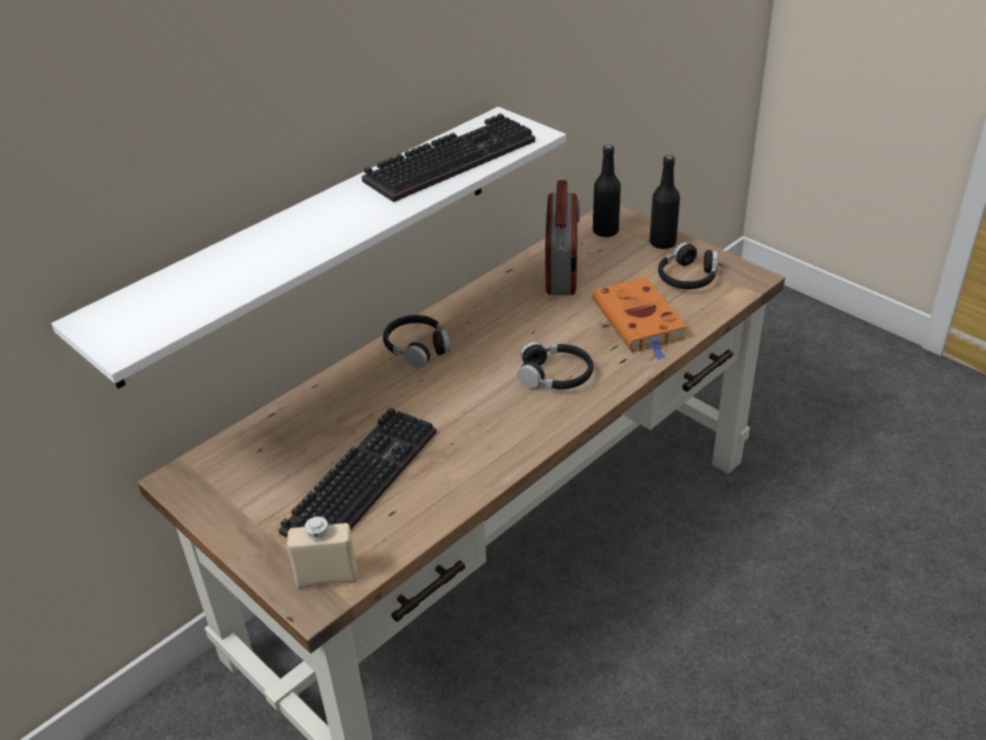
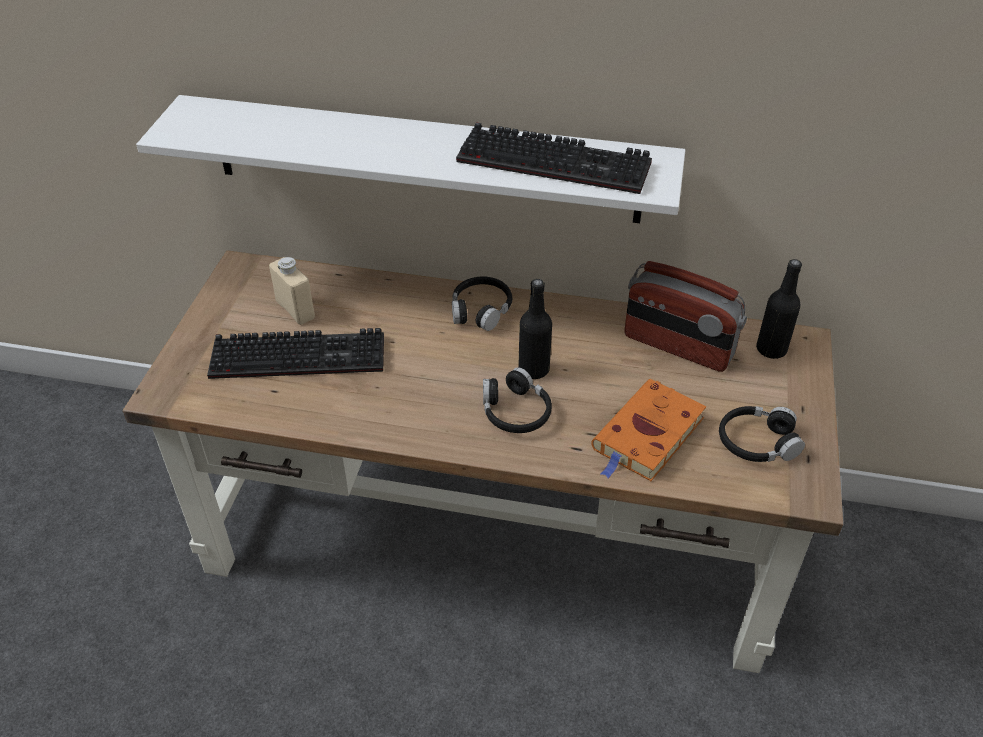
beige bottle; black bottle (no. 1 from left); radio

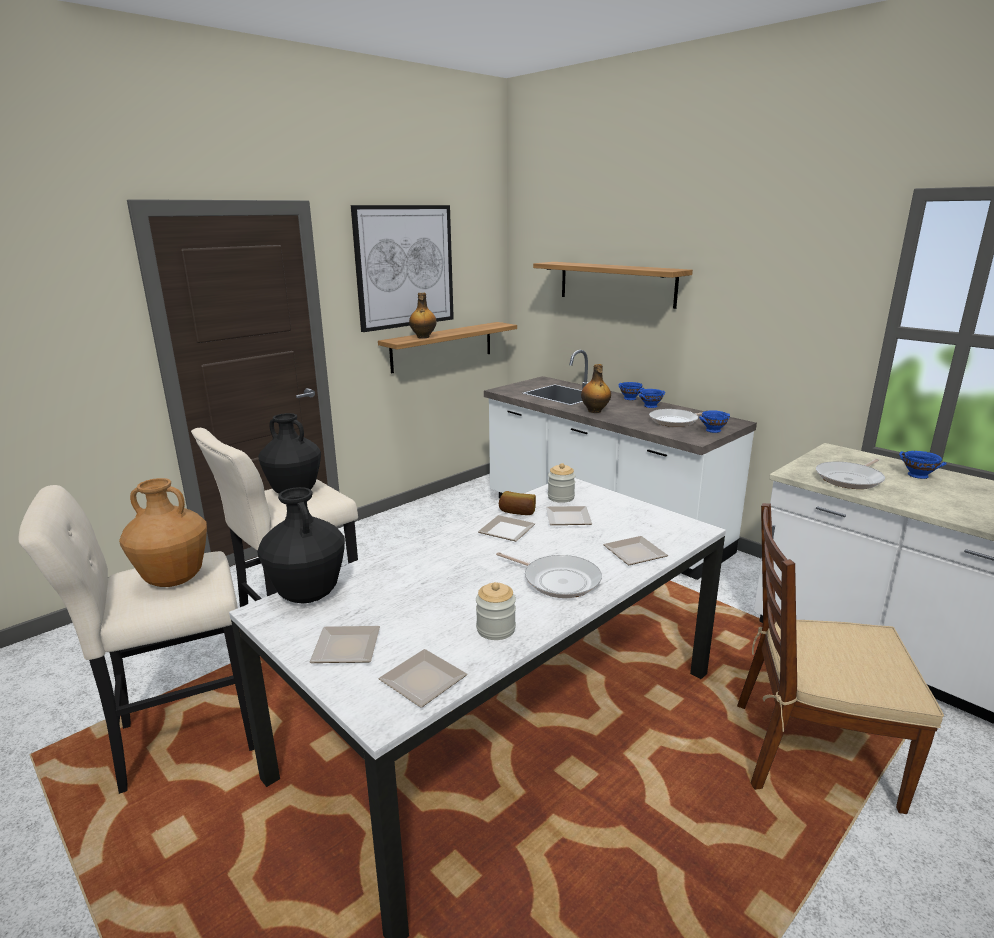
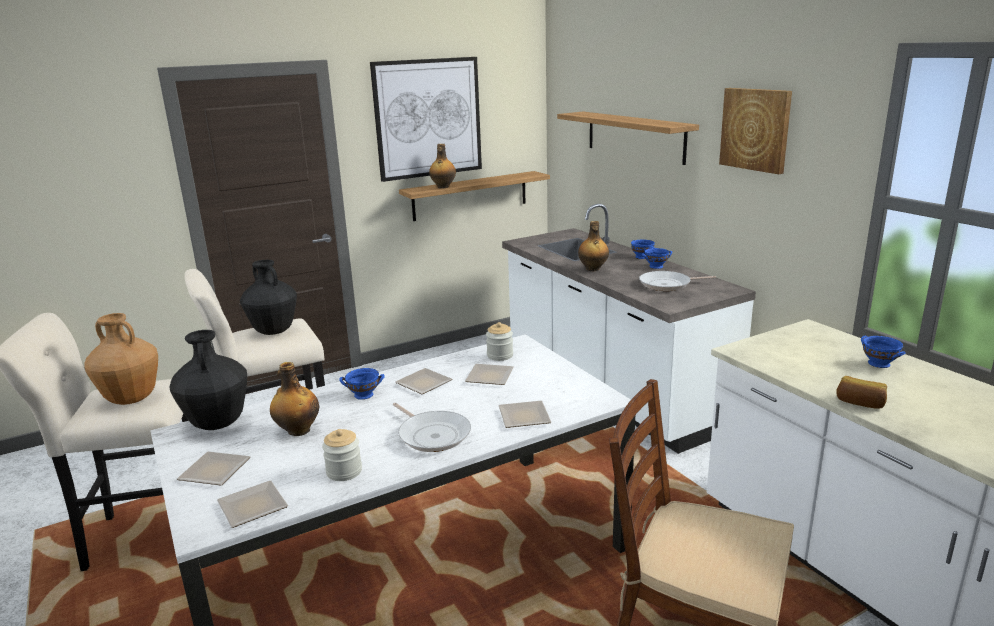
frying pan (no. 3 from left in the first image); bottle (no. 1 from left); wall picture (no. 2 from left); bread; blue serving bowl (no. 1 from left)

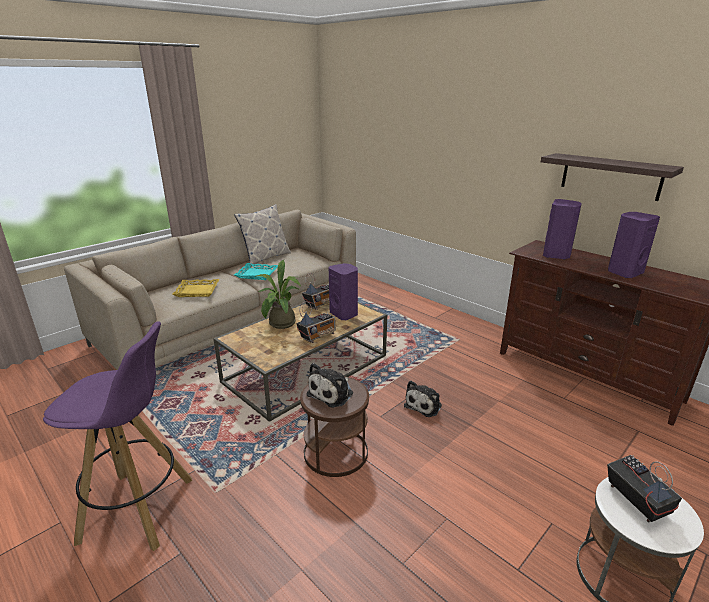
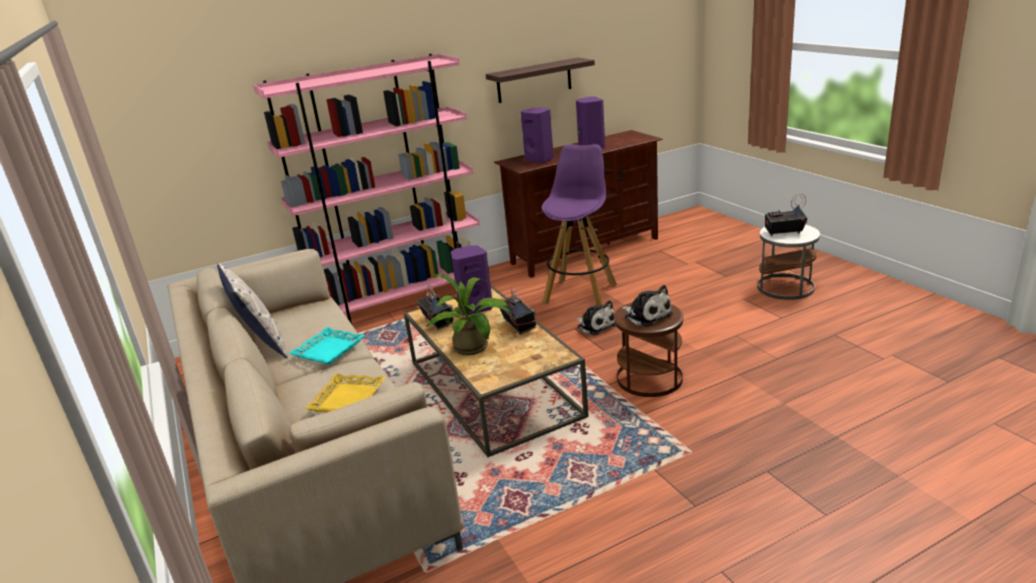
pinkish bookcase; purple stool

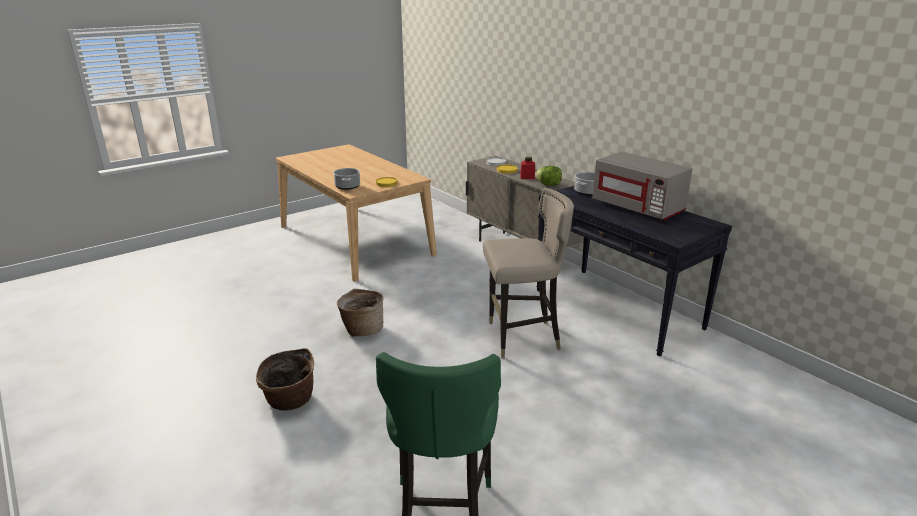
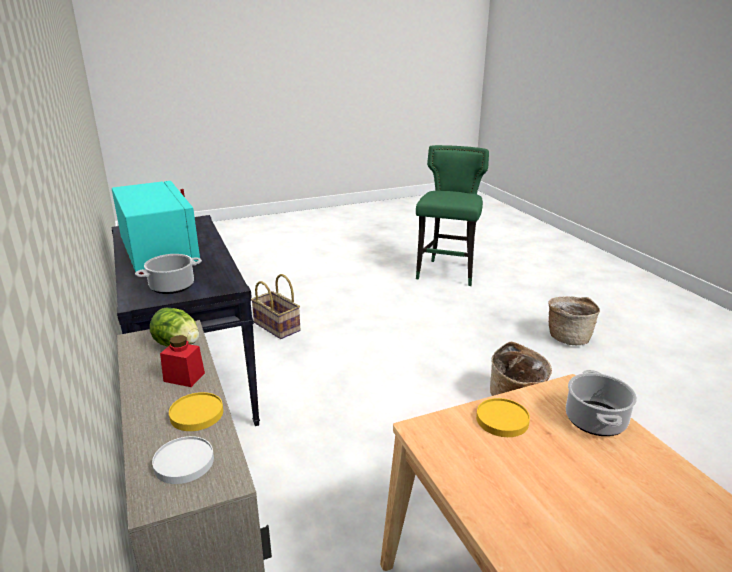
beige stool; household basket (no. 1 from left); turquoise-coloured kitchen microwave

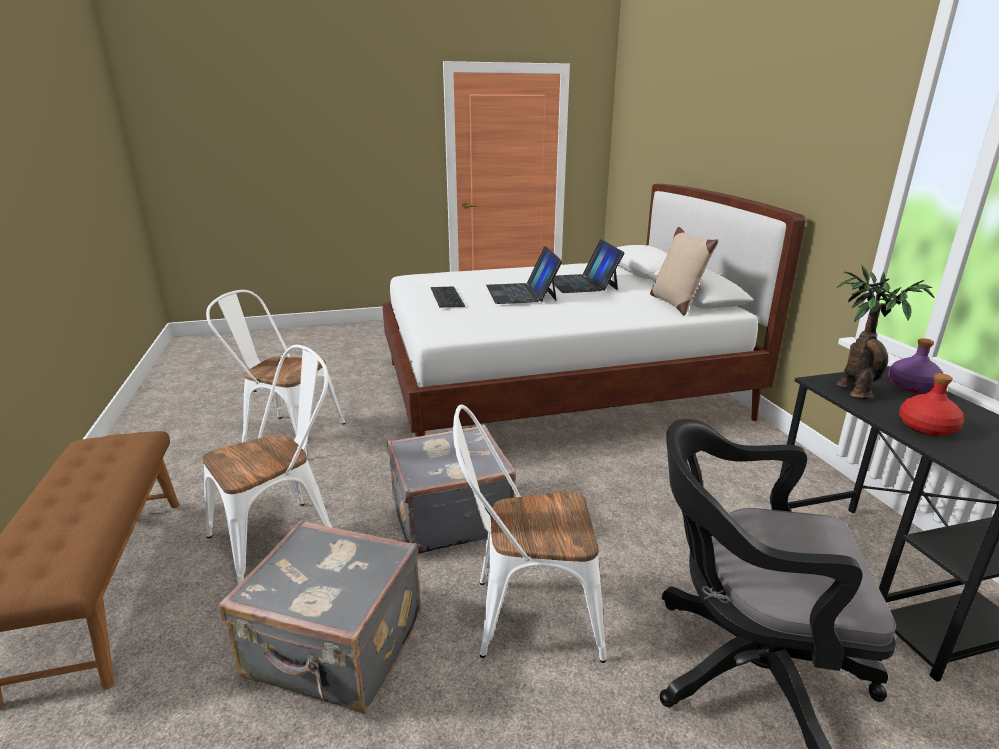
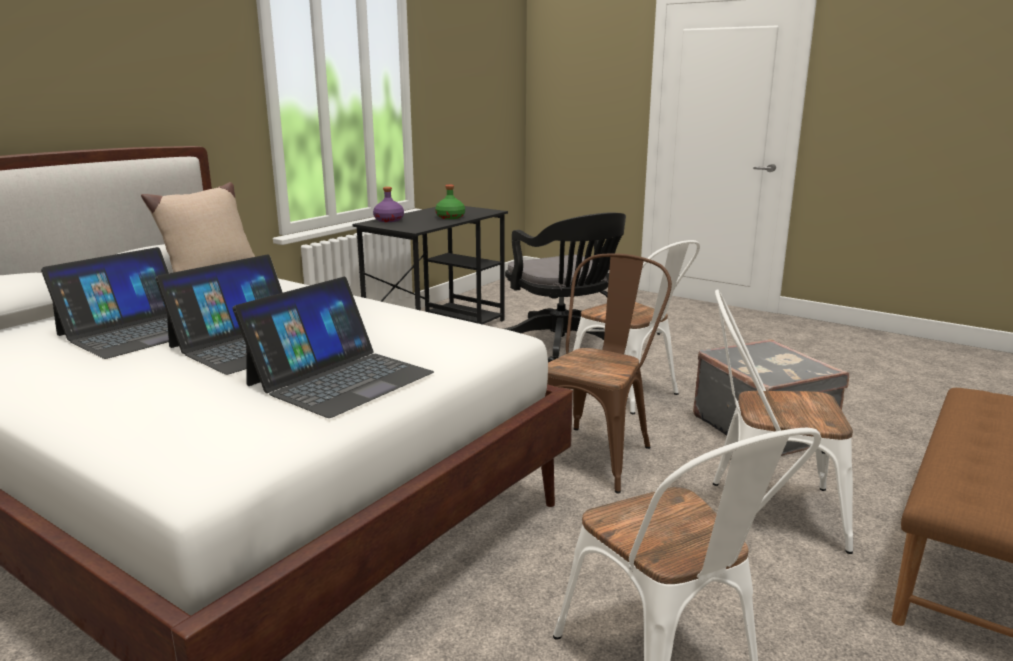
potted plant; brownish plain chair; portable computer (no. 3 from left); greenish bottle

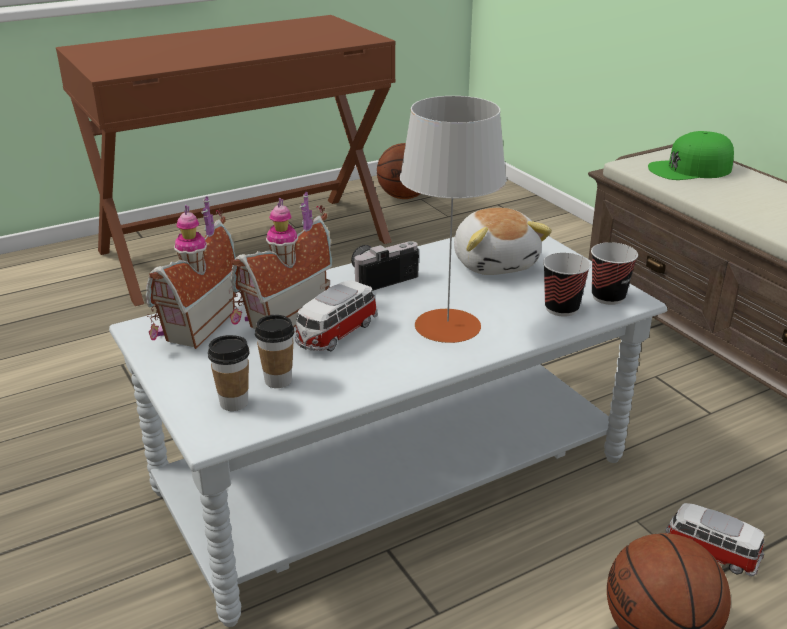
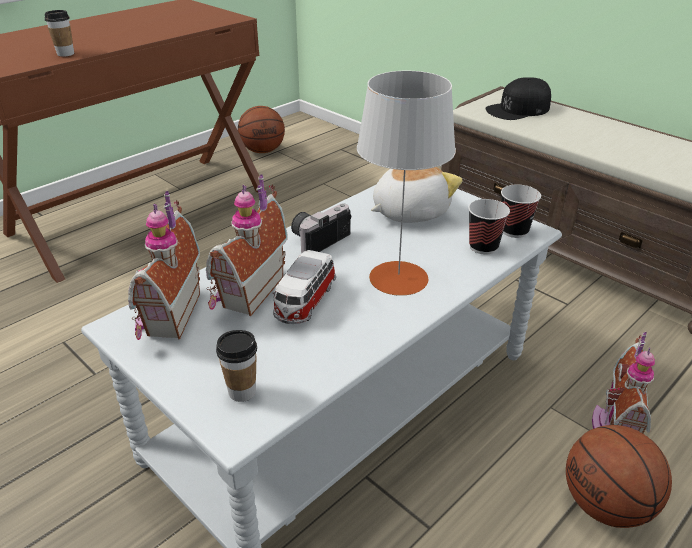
small cup (no. 1 from left); miniature house (no. 3 from left); black baseball cap; soft toy

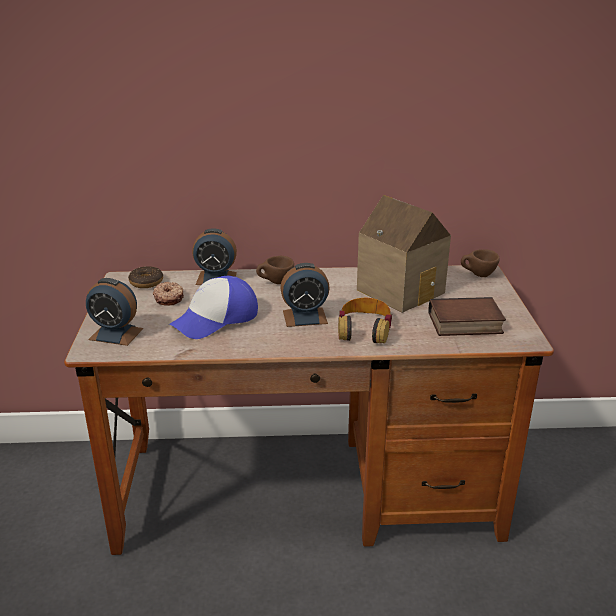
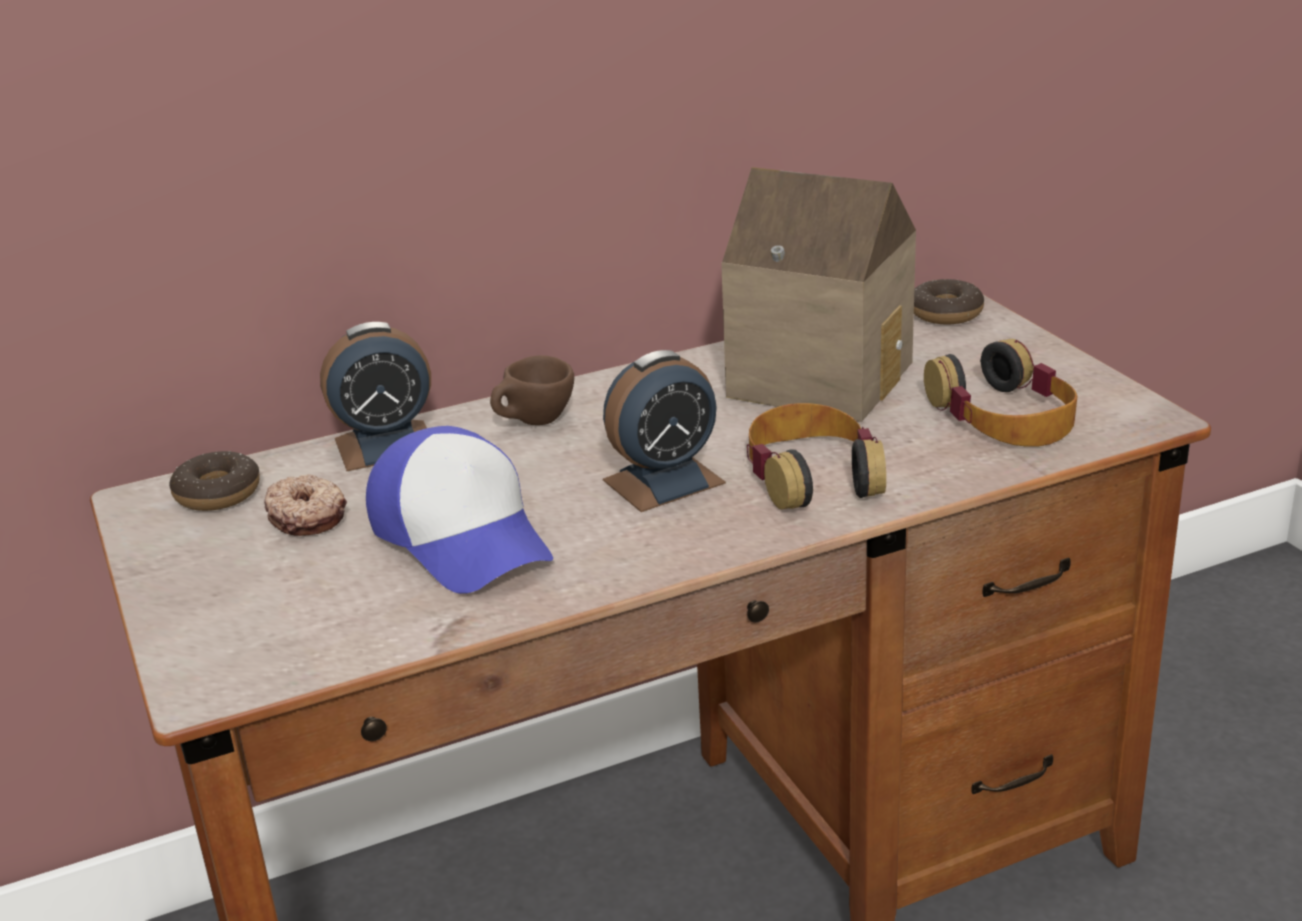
alarm clock (no. 1 from left in the first image); headset (no. 2 from left); doughnut (no. 3 from left); baseball cap

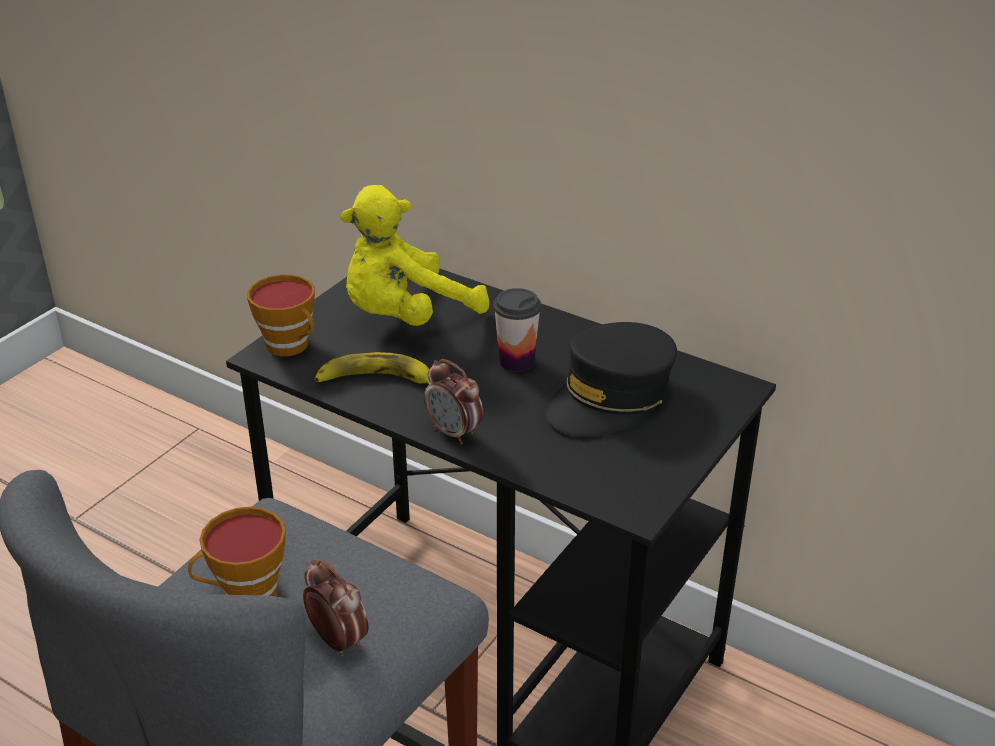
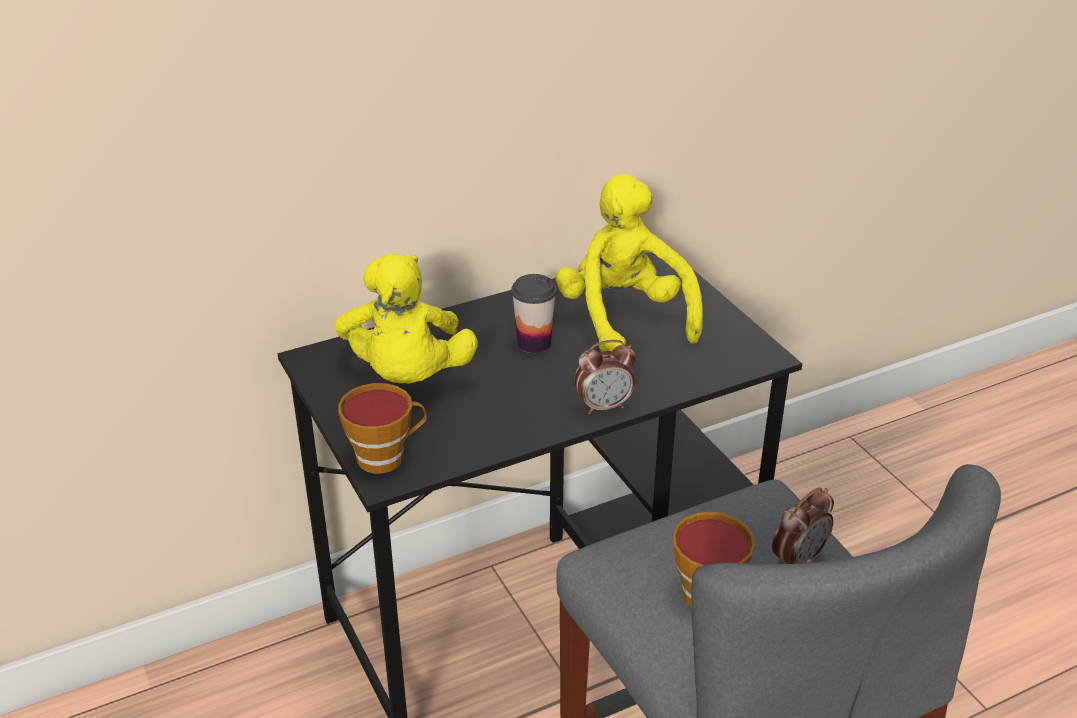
whole banana; yellow soft toy (no. 2 from left); alarm clock (no. 2 from left)

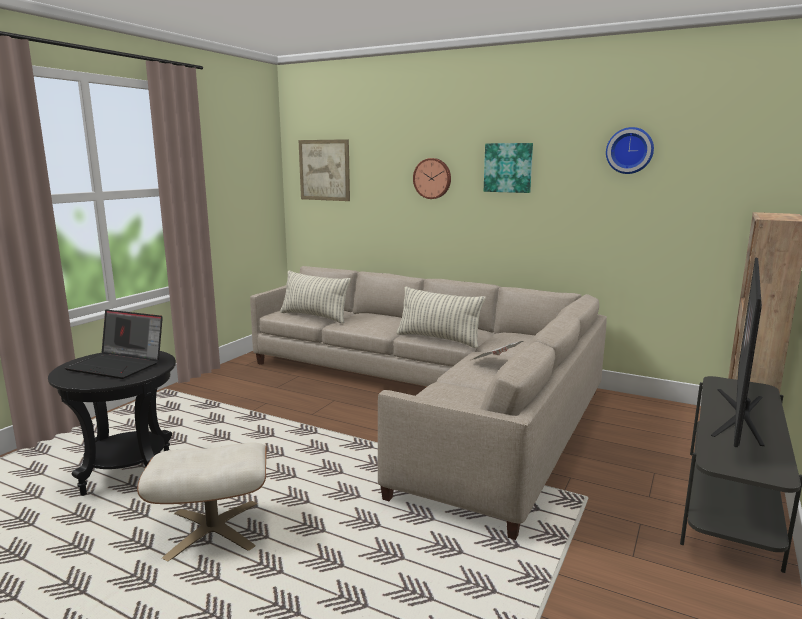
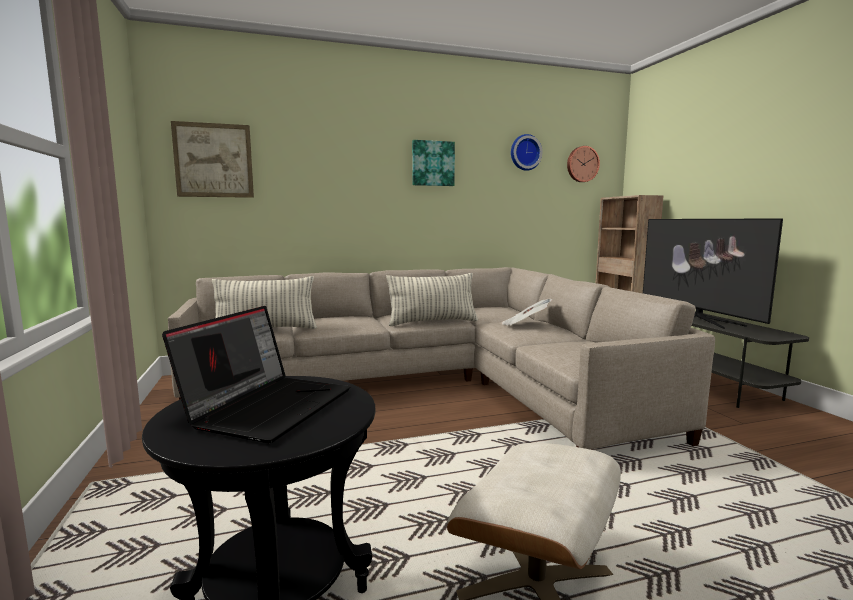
wall clock (no. 2 from left); portable computer

